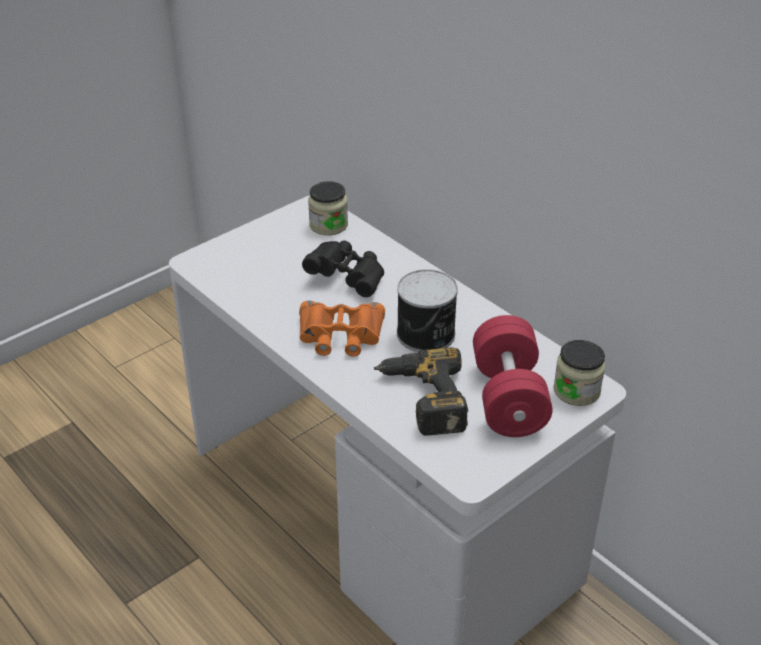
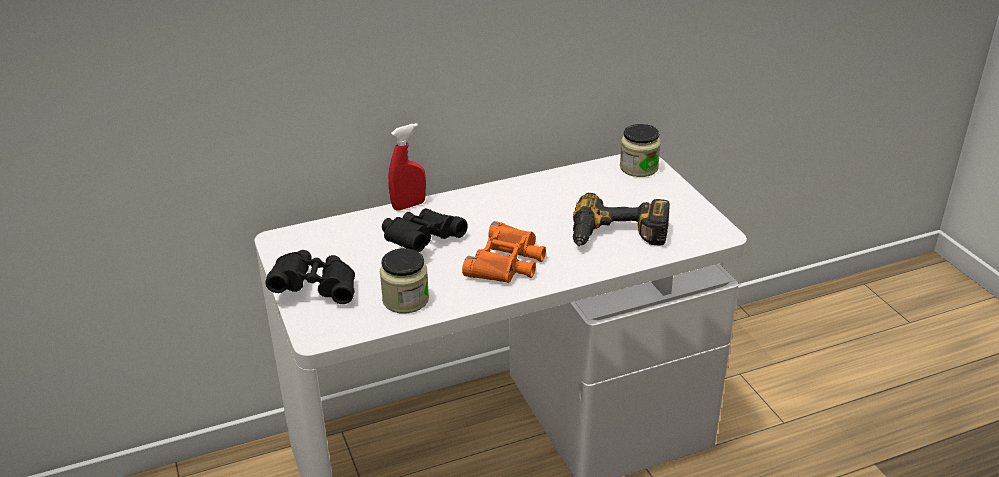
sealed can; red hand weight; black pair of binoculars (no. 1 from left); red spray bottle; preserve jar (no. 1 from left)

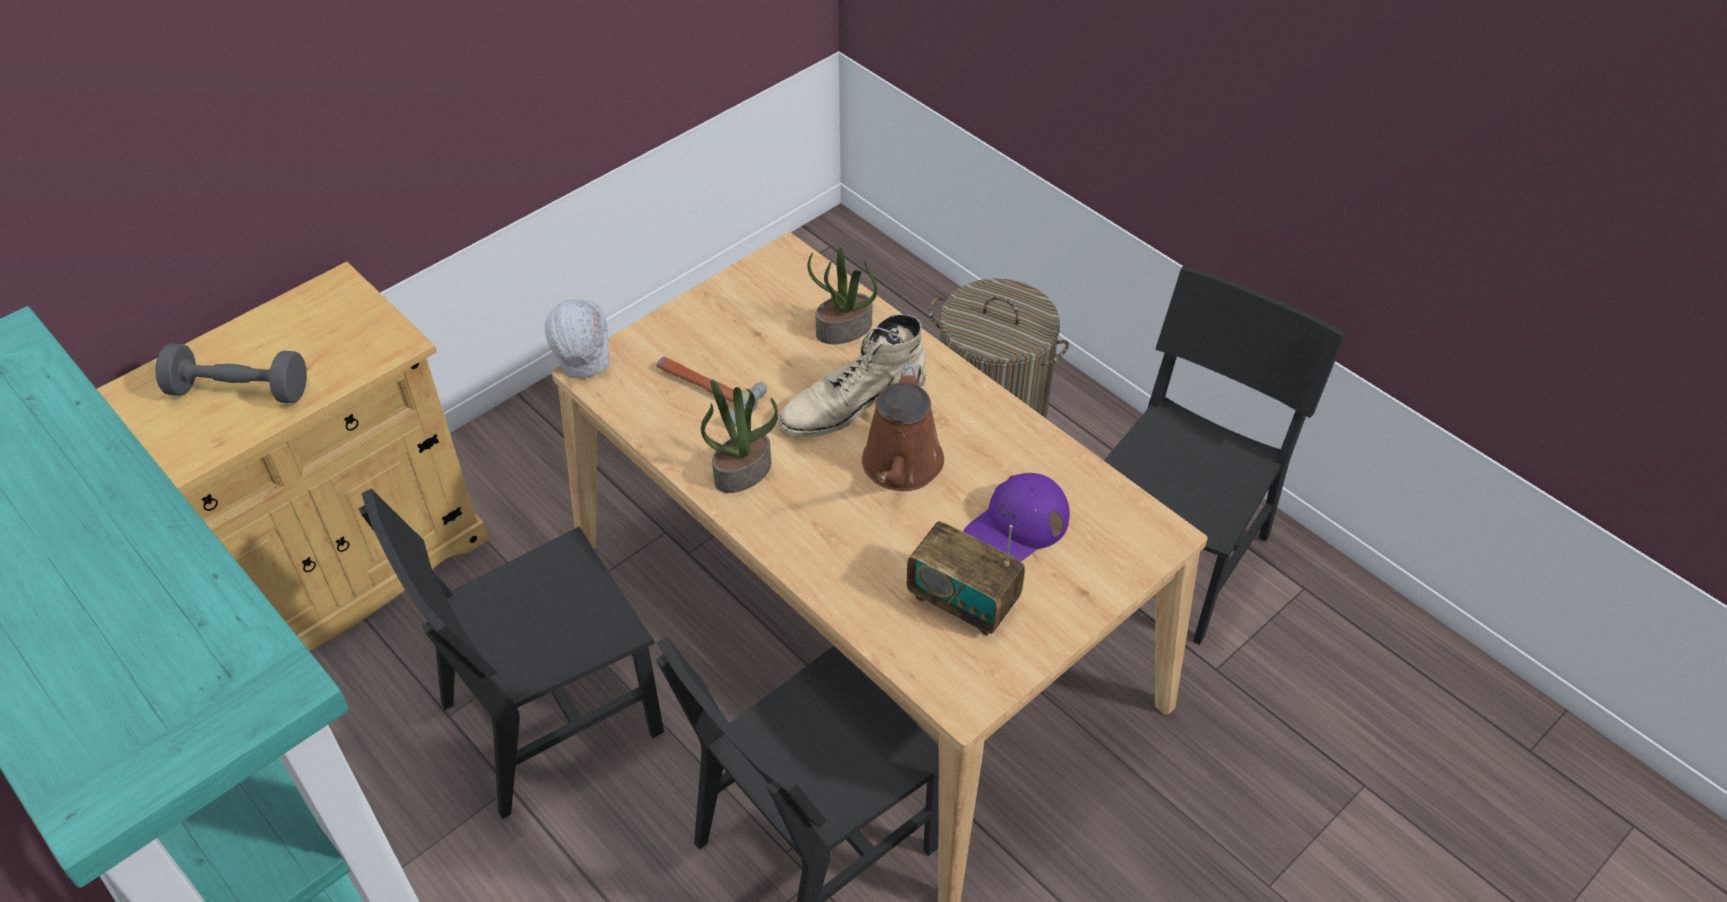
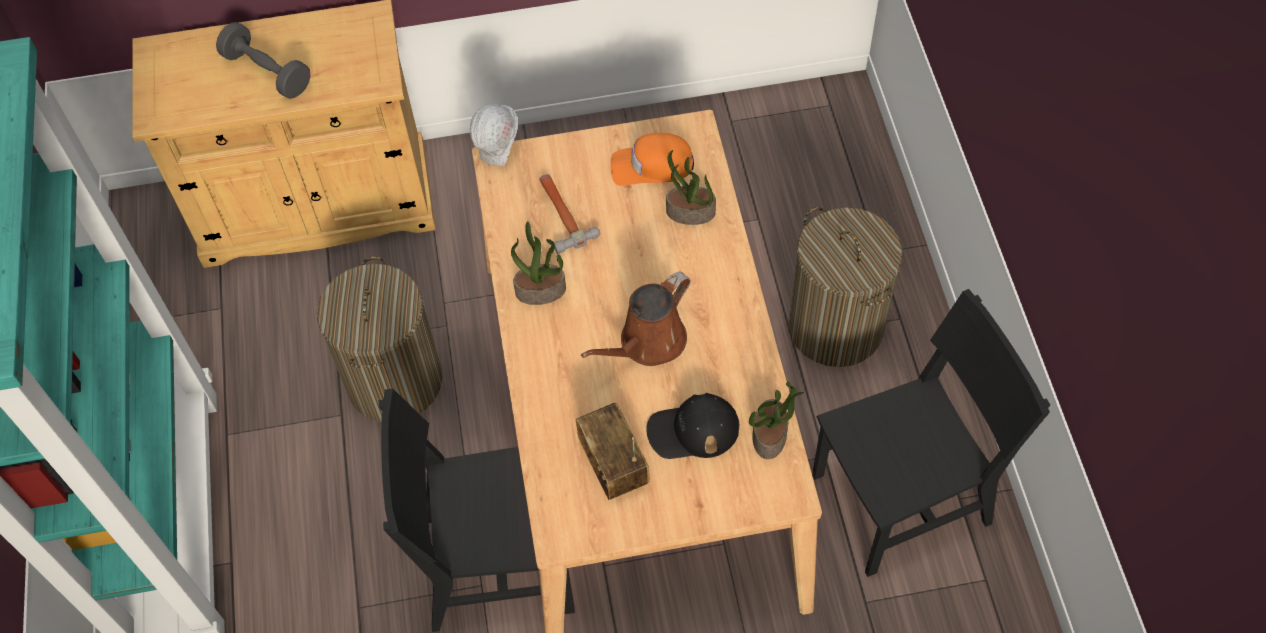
beige high-top boot; orange-coloured baseball cap; potted plant (no. 3 from left); laundry basket (no. 1 from left); black baseball cap

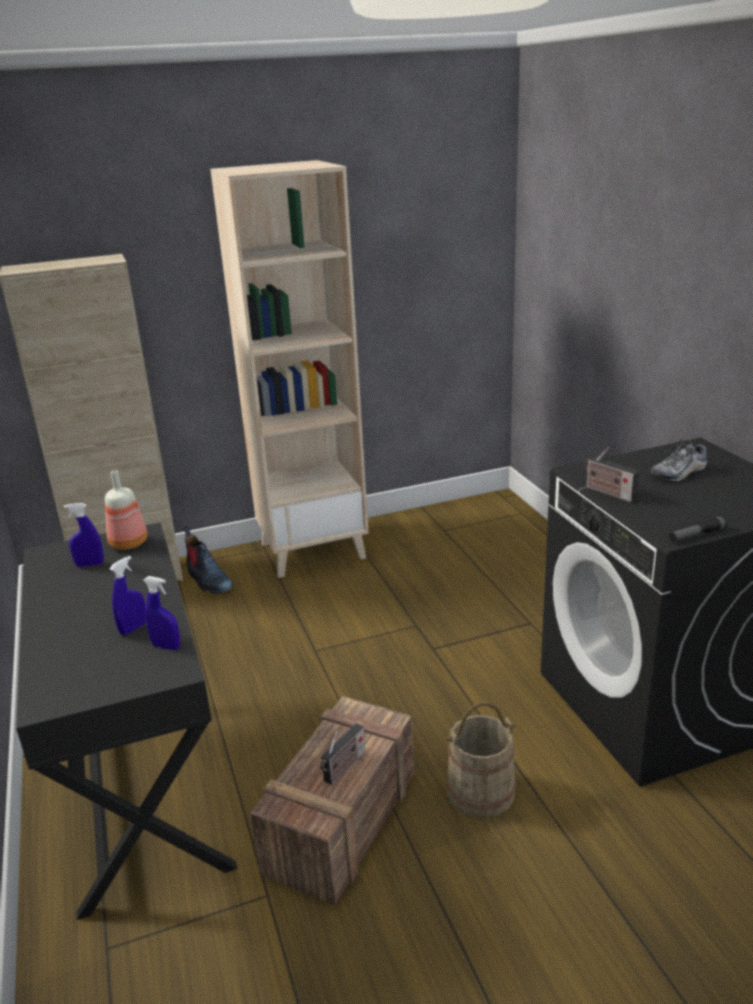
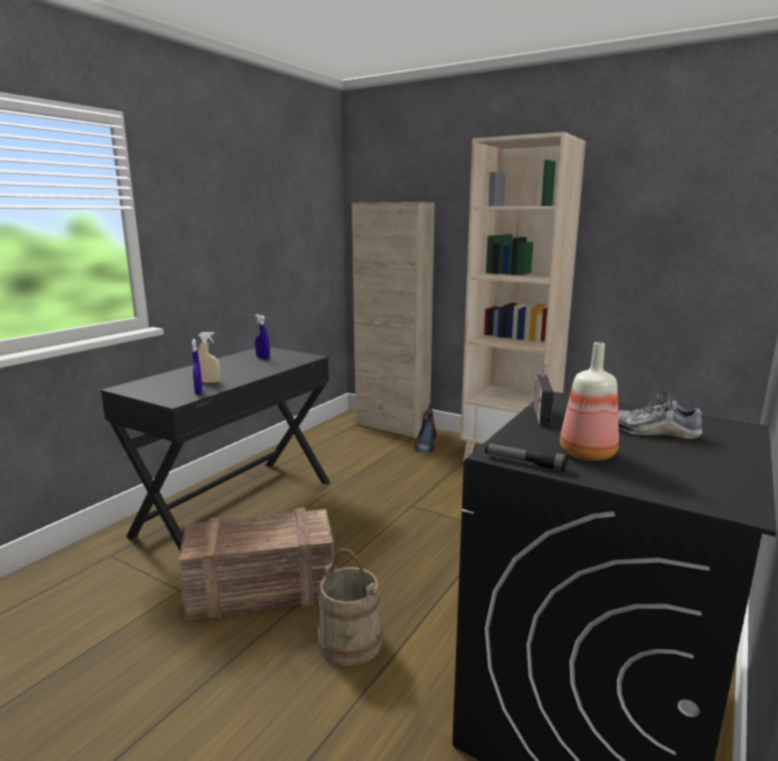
radio (no. 1 from left in the first image); bottle; beige spray bottle

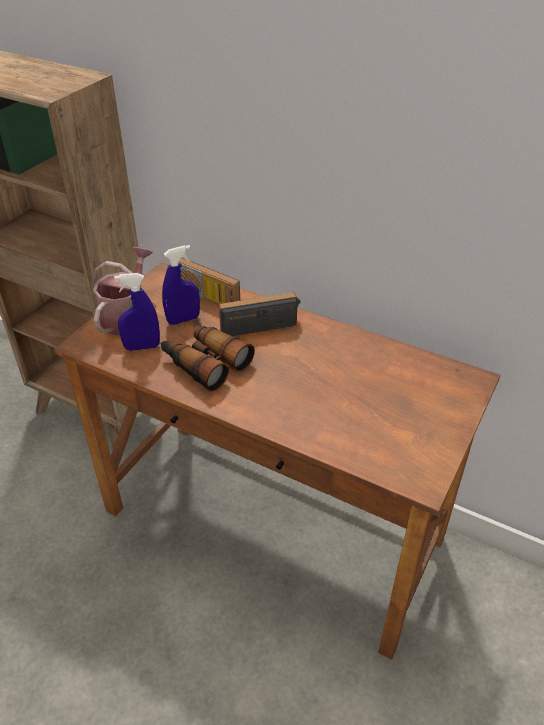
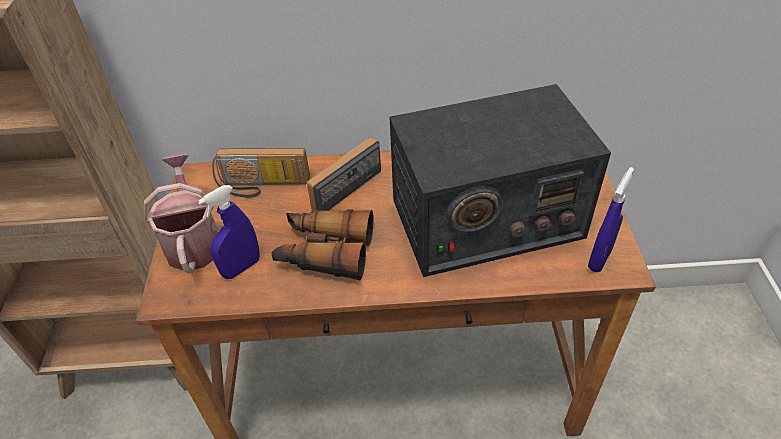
radio (no. 3 from left); blue spray bottle (no. 2 from left)

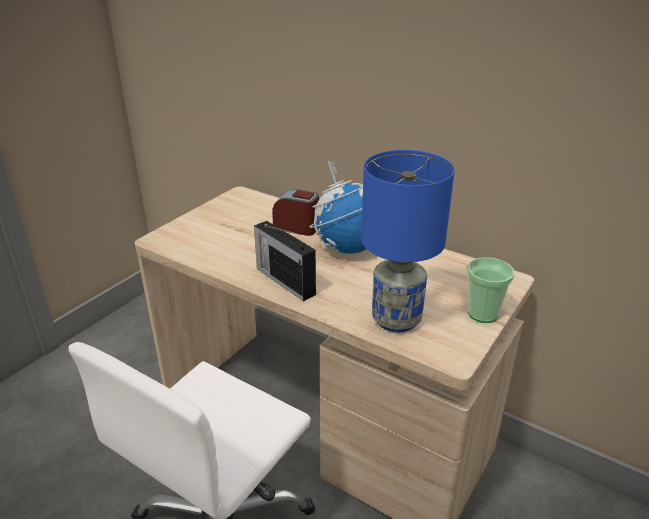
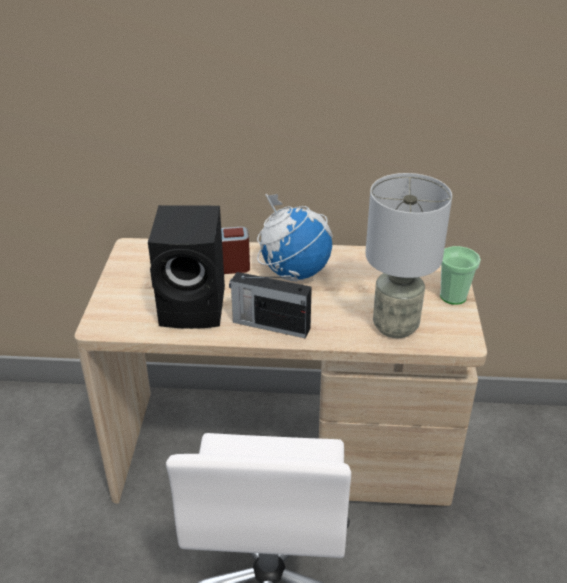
black audio speaker; greyish table lamp

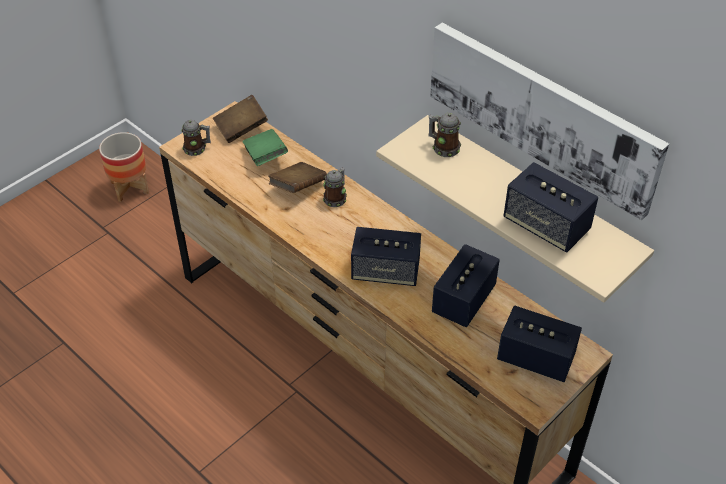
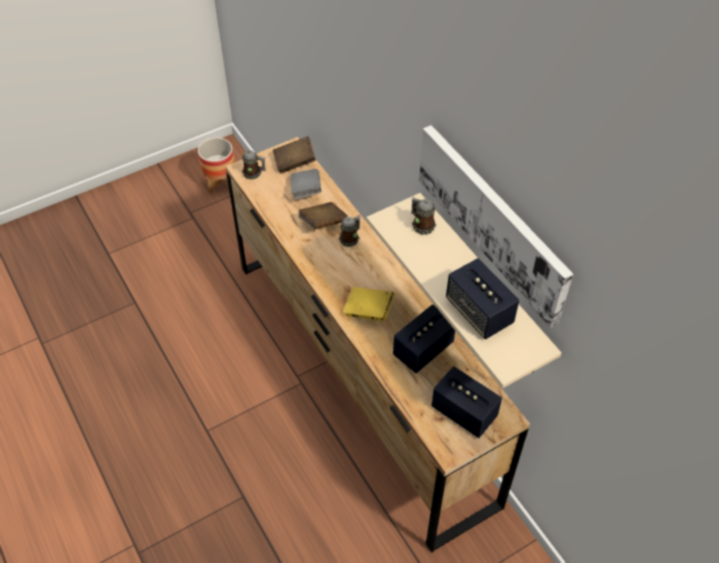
yellow book; greyish book

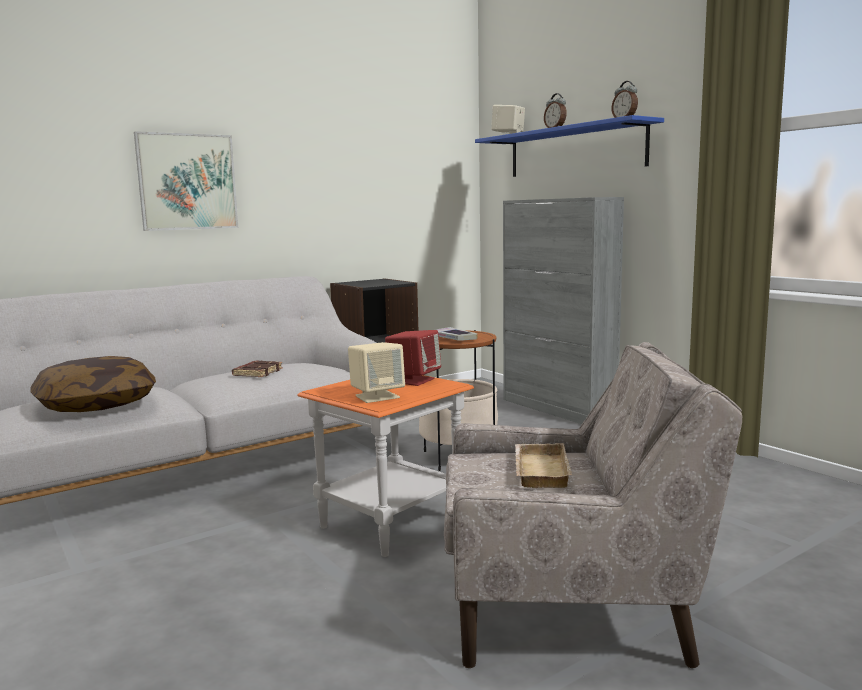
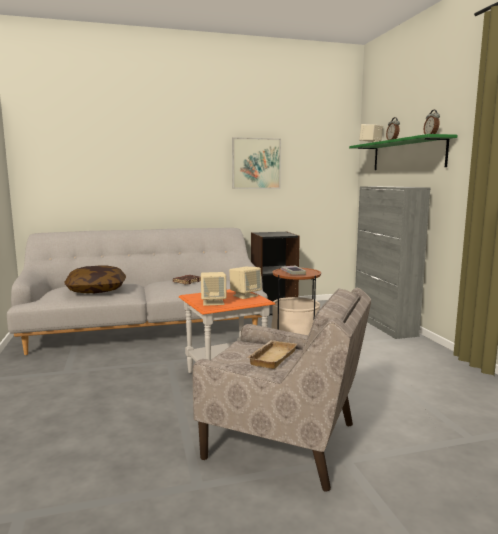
wall picture; beige audio speaker (no. 2 from left); greenish shelf

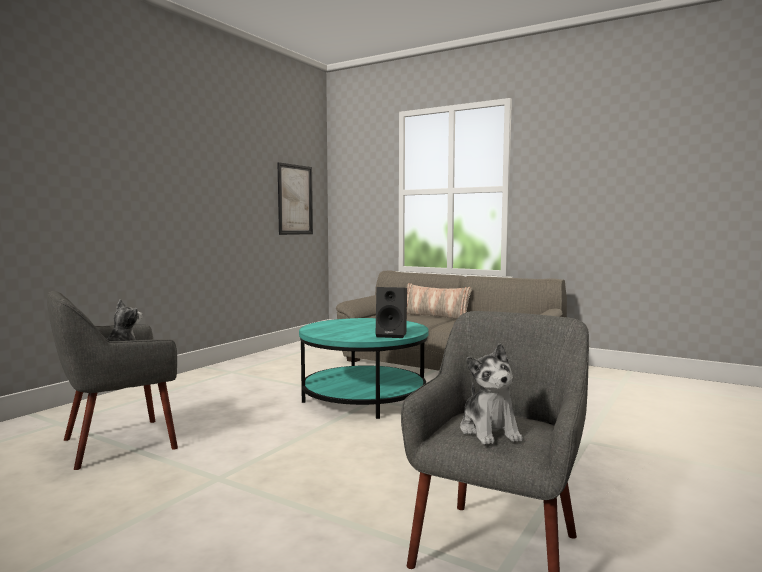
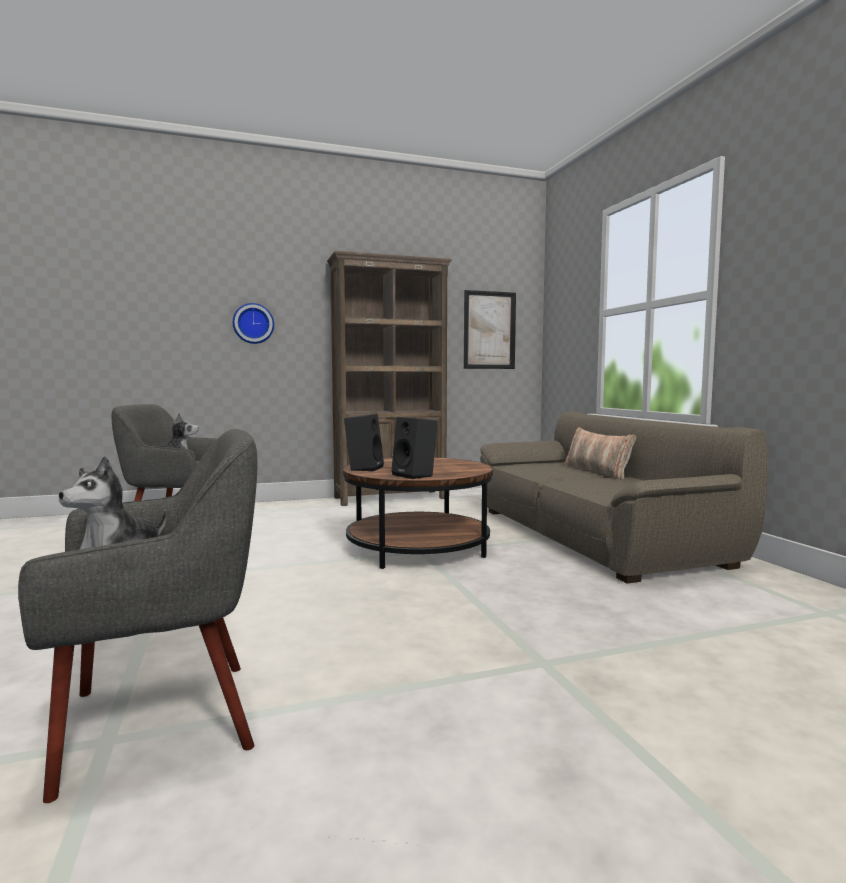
wall clock; brownish bookcase; black audio speaker (no. 1 from left); brownish low table

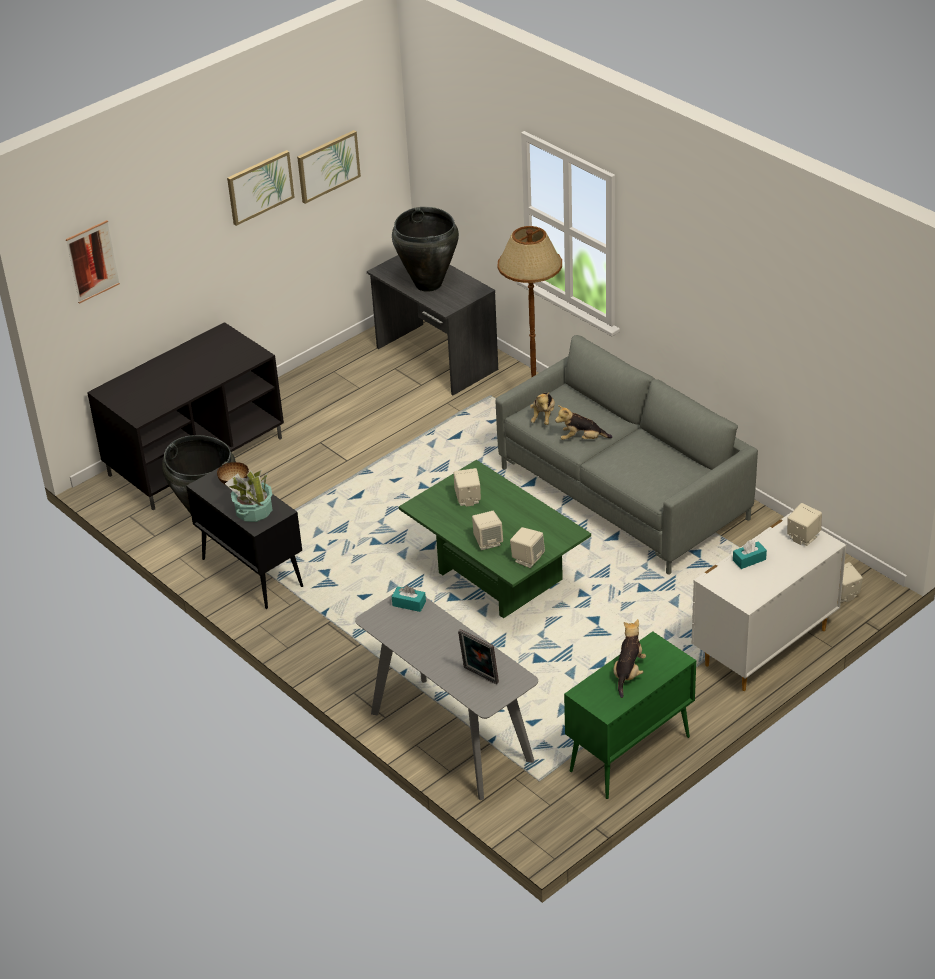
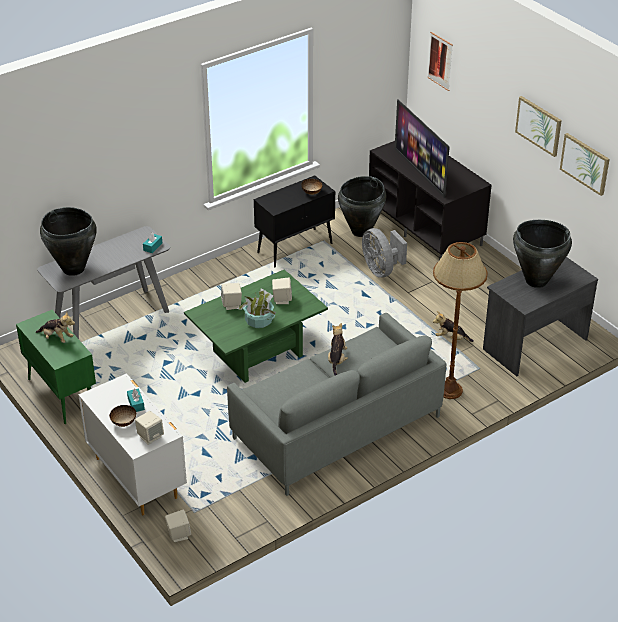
beige audio speaker (no. 3 from left in the first image); serving bowl (no. 1 from left); greyish electric fan; TV set; potted plant; soft toy (no. 3 from left); black decorative vase (no. 1 from left)

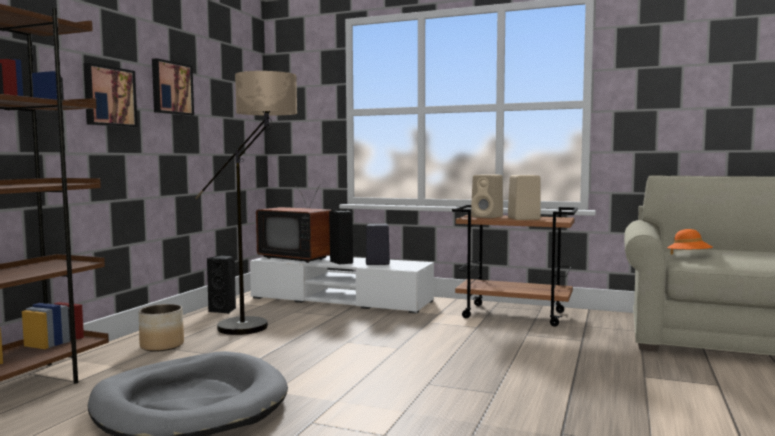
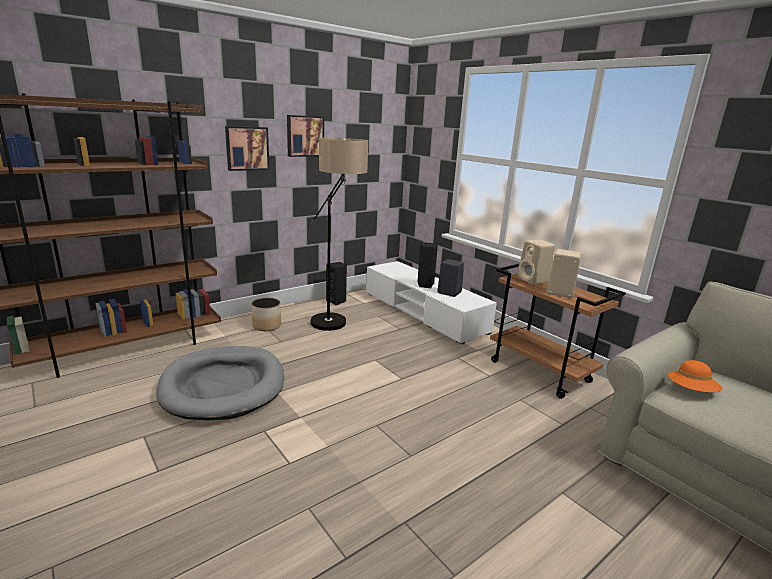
TV set

